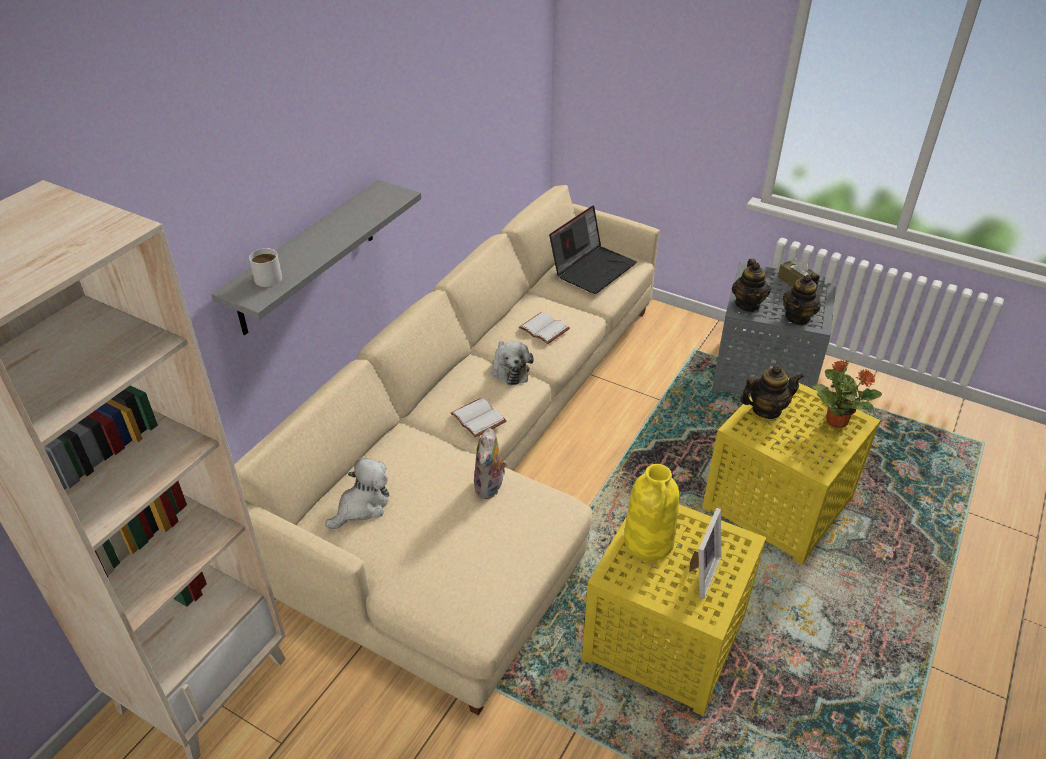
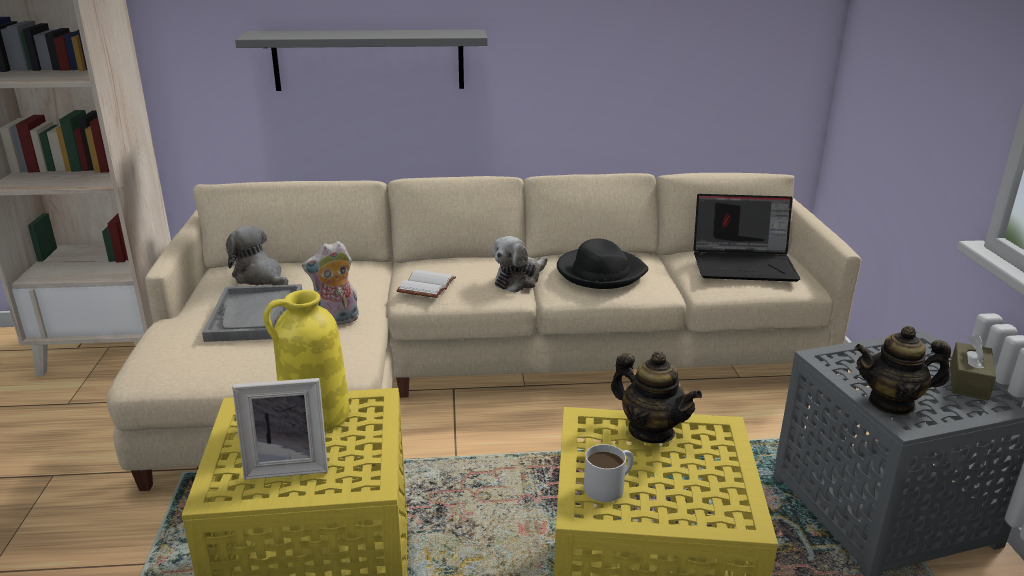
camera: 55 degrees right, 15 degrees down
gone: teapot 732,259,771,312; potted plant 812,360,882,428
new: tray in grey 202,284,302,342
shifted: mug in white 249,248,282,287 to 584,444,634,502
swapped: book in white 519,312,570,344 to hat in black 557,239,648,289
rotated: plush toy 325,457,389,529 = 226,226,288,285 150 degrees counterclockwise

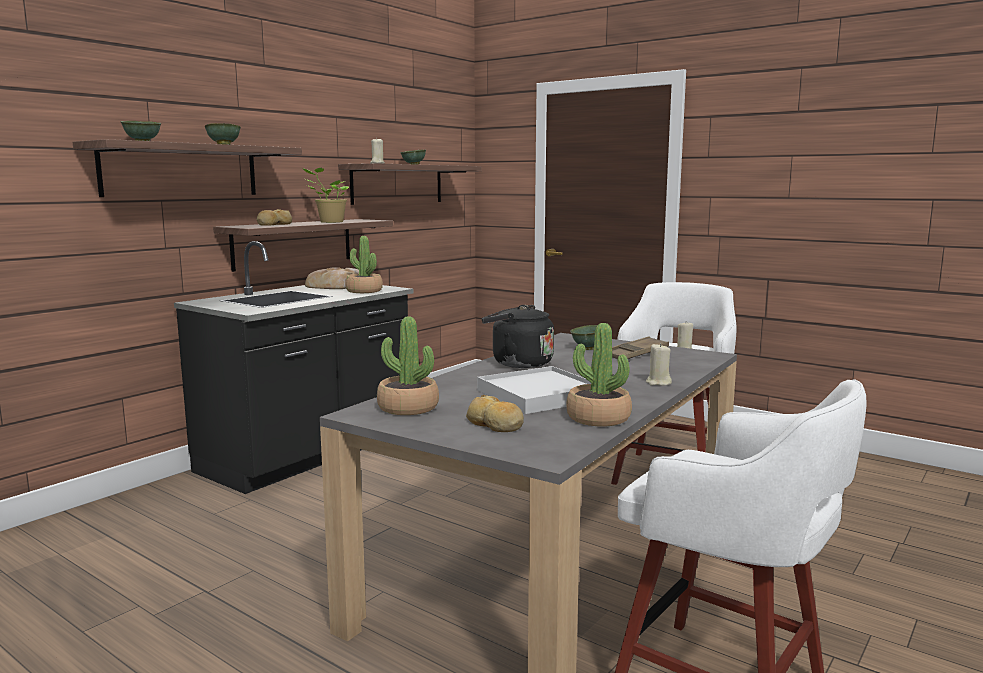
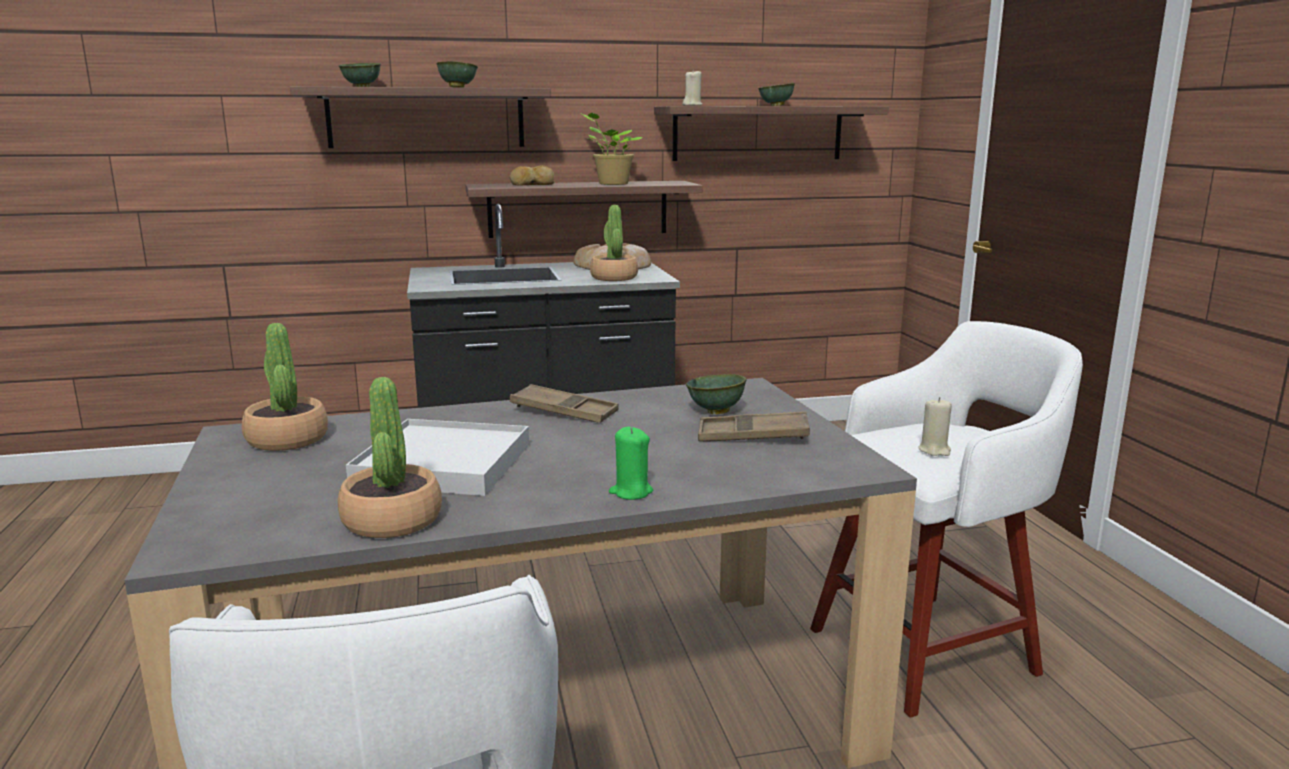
camera: 40 degrees right, 5 degrees up
gone: bread 466,395,524,432
swapped: kettle in black 482,305,554,368 to tray in brown 510,384,619,423
repainted: candle in beige 646,343,672,386 to candle in green 609,427,653,500

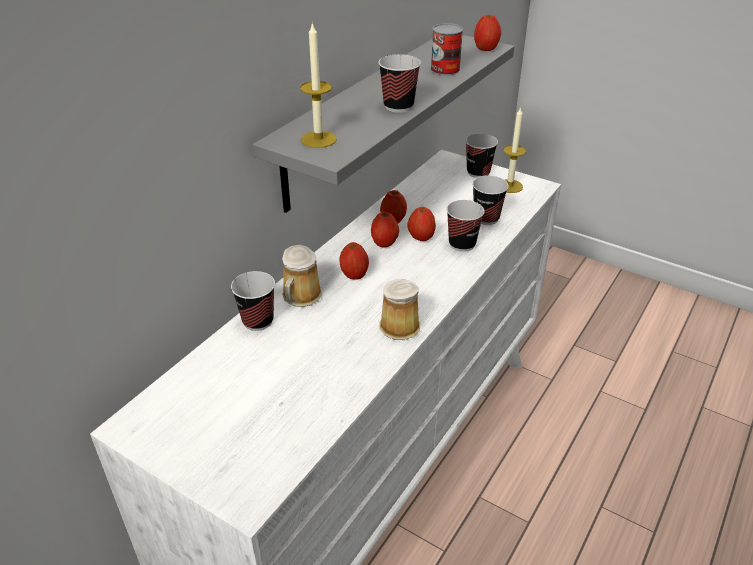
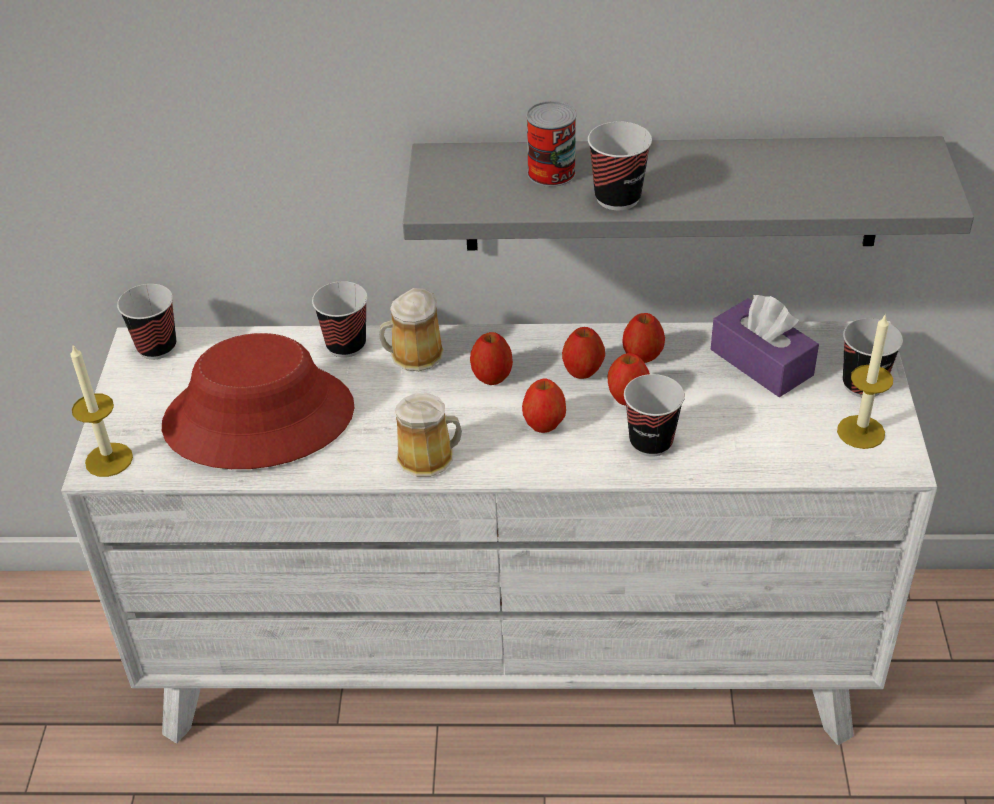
camera: 60 degrees right, 5 degrees up
new: hat in red 162,333,354,469; tissue box in purple 711,294,819,397
shifted: candle 300,22,337,148 to 70,345,133,477; can 431,23,463,76 to 526,101,576,187; cup 472,176,509,225 to 117,284,176,359; apple 474,15,501,51 to 522,379,566,433

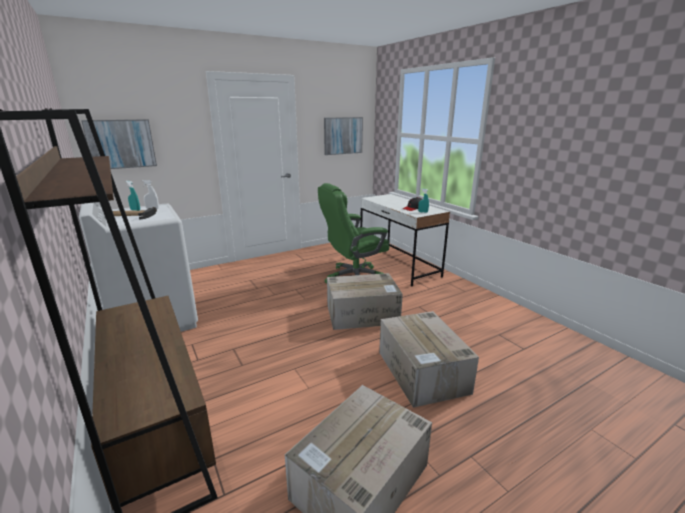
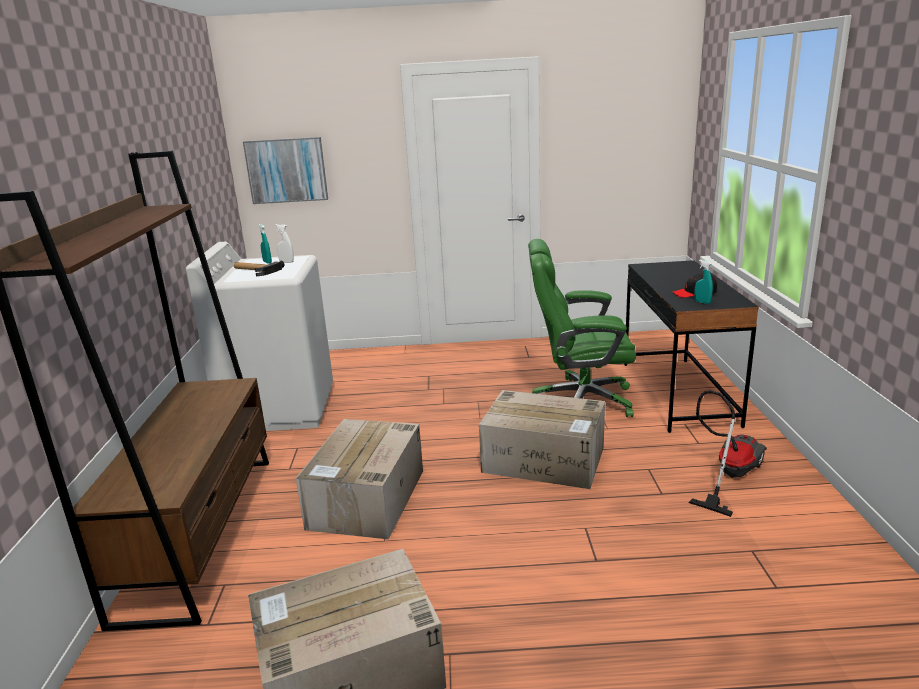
camera: 30 degrees right, 0 degrees up
gone: picture 324,117,363,155
new: vacuum cleaner 688,390,767,517
shifted: cardboard box 379,311,479,408 to 296,419,423,539
repainted: desk in white 360,194,450,286 to desk in black 624,260,759,433

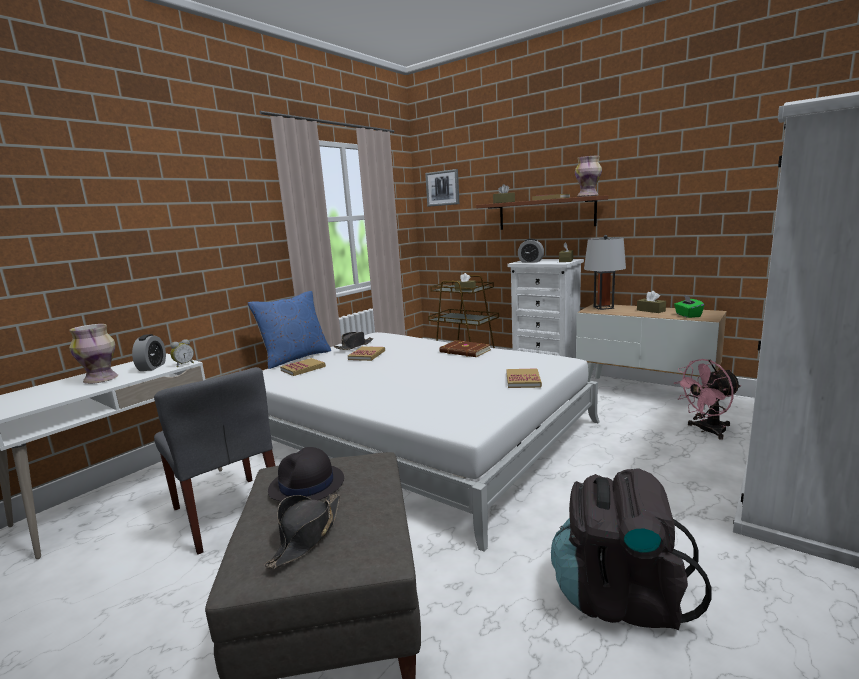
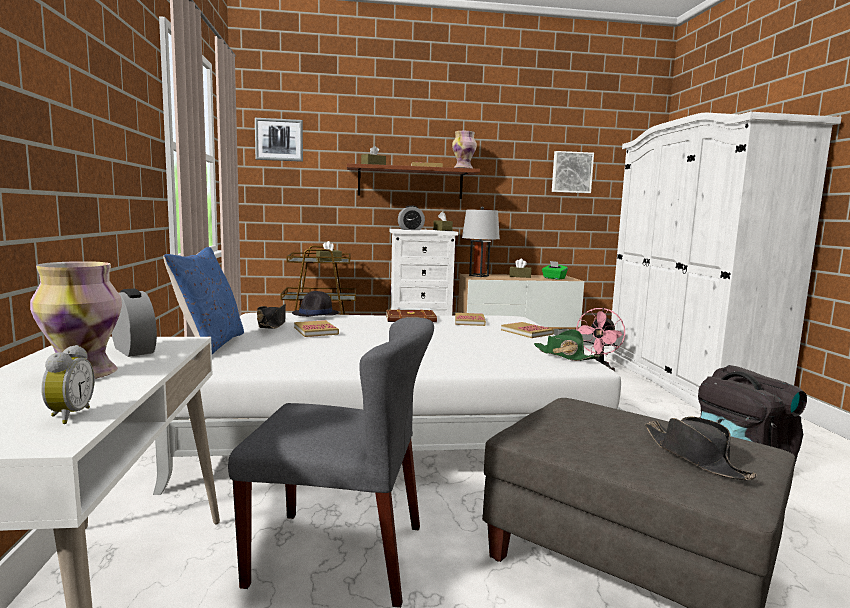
camera: 45 degrees left, 5 degrees down
new: hat in green 534,330,600,361; picture 552,151,594,193
shifted: alarm clock 170,339,194,367 to 41,345,95,424; hat in black 268,447,344,501 to 292,291,339,317; book 280,358,326,376 to 455,313,486,326

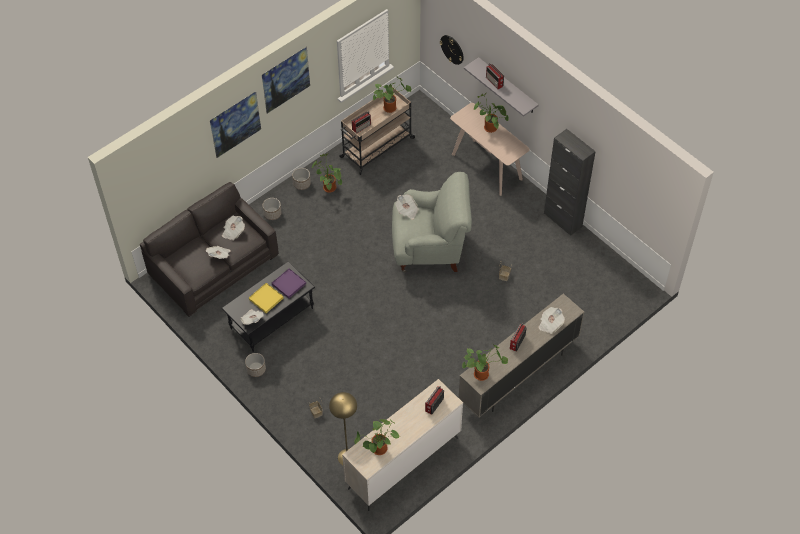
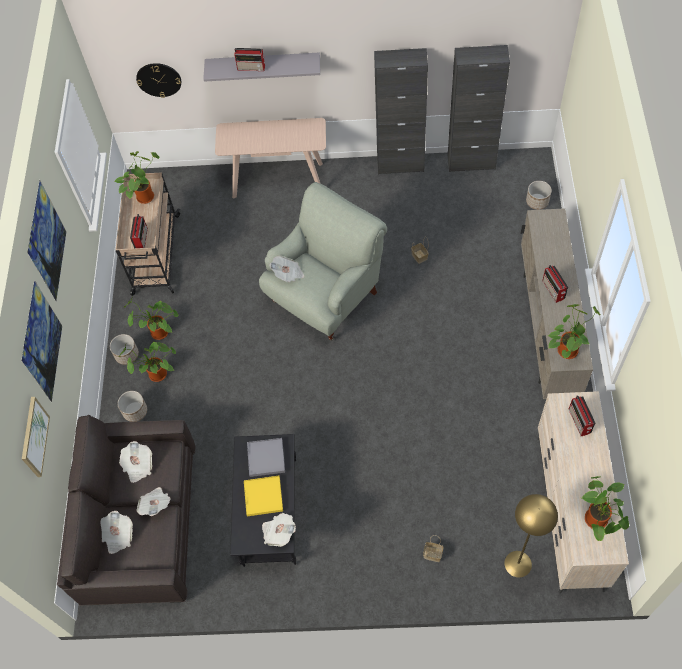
camera: 45 degrees left, 5 degrees up
new: picture 22,397,50,477; cabinet in black 448,45,510,172
shifted: planter 245,353,266,377 to 526,181,552,210; potted plant 474,93,509,133 to 119,342,176,382; newspaper 538,307,565,334 to 101,511,133,554
repainted: tray in purple 272,268,306,299 to tray in grey 247,438,285,477

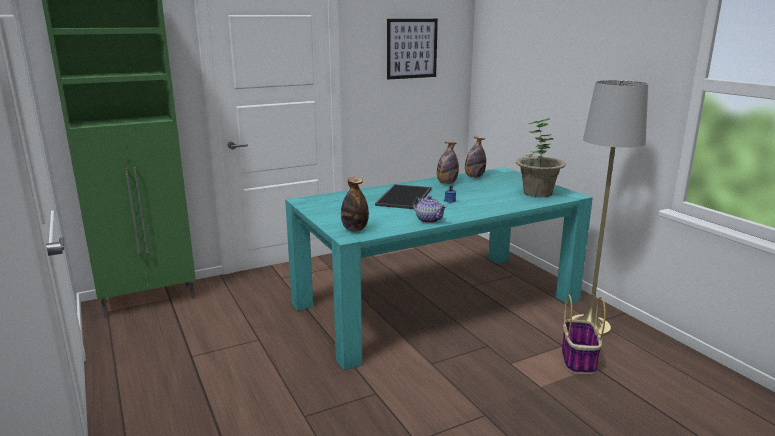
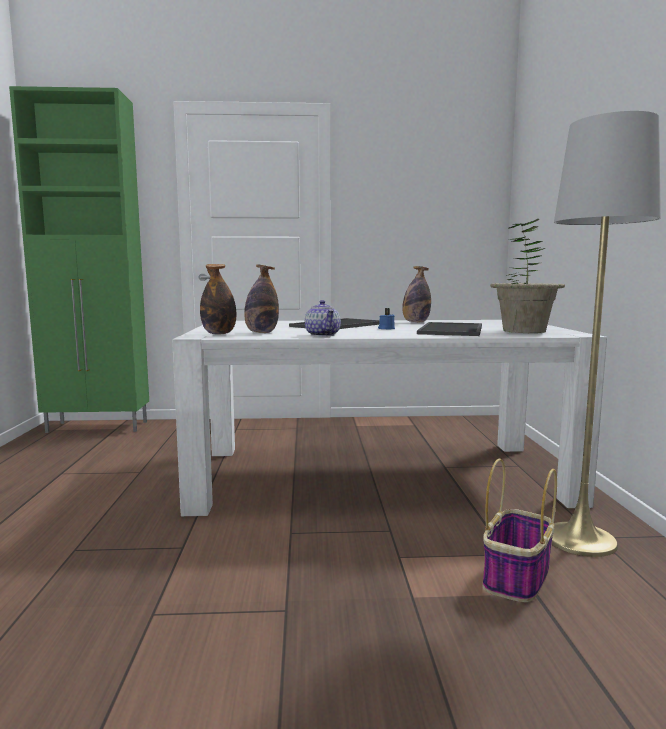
camera: 25 degrees right, 10 degrees down
gone: picture 387,19,438,80
new: tray 417,322,482,336
shifted: bottle 465,137,486,178 to 244,264,279,333
repainted: dining table in turquoise 285,167,593,370 to dining table in white 172,320,607,516

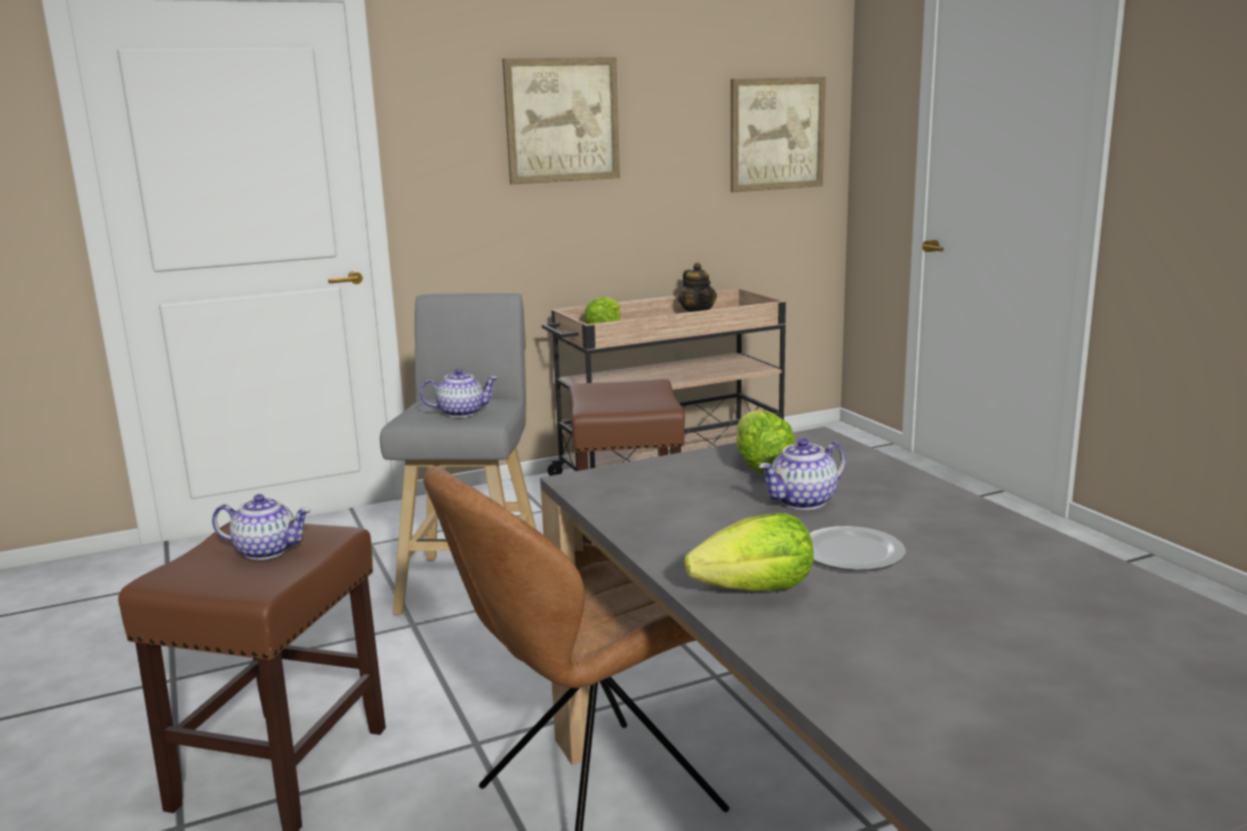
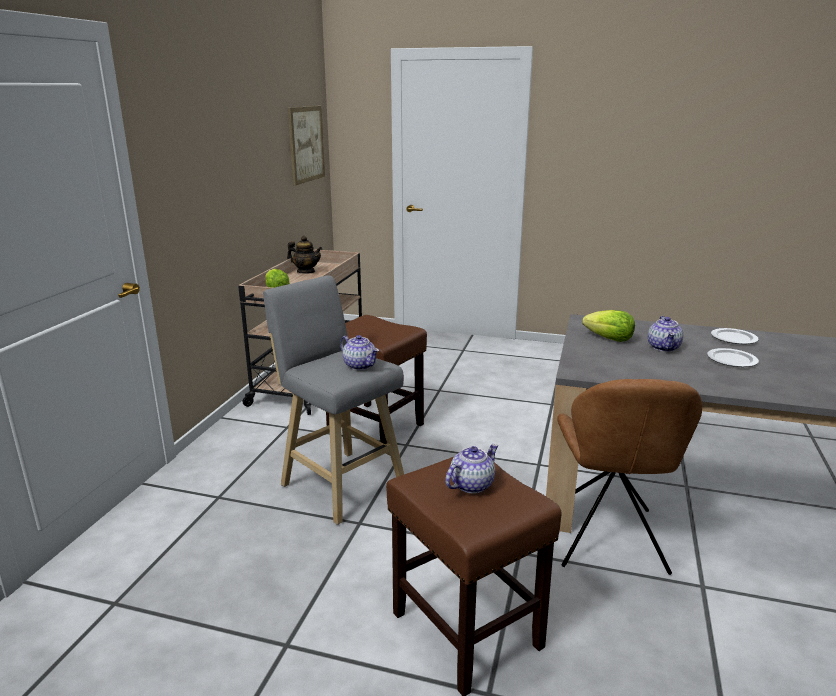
camera: 50 degrees left, 5 degrees up
gone: picture 502,57,620,185; lettuce 684,513,814,591
new: plate 711,328,759,344
rotated: teapot 420,369,498,417 = 340,335,379,370 105 degrees clockwise

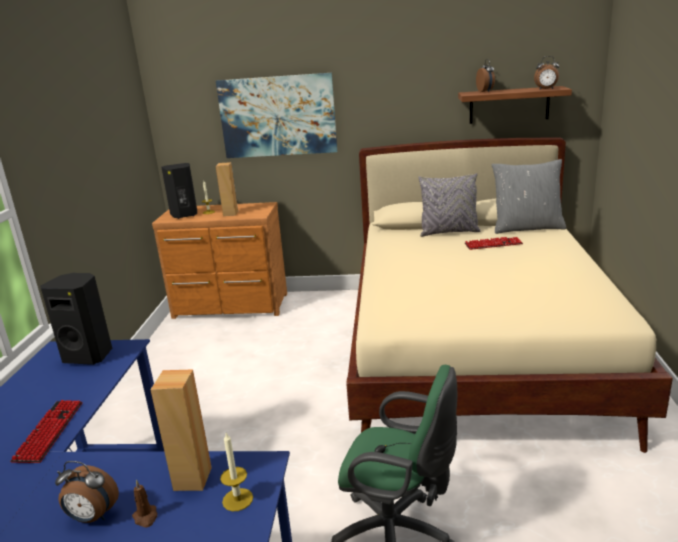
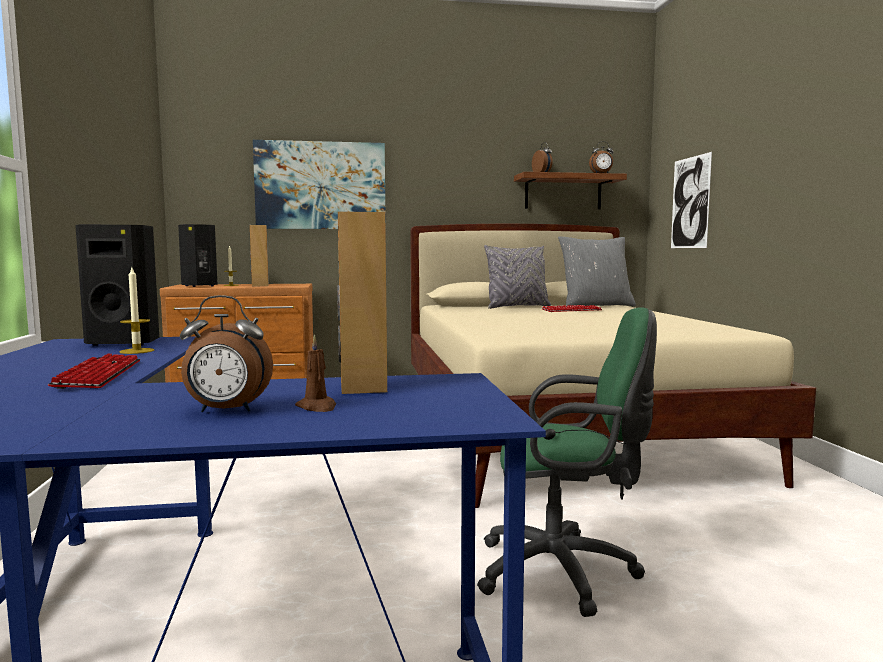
camera: 15 degrees left, 15 degrees down
new: picture 671,152,712,248
shifted: candle 220,433,253,511 to 119,268,154,354

